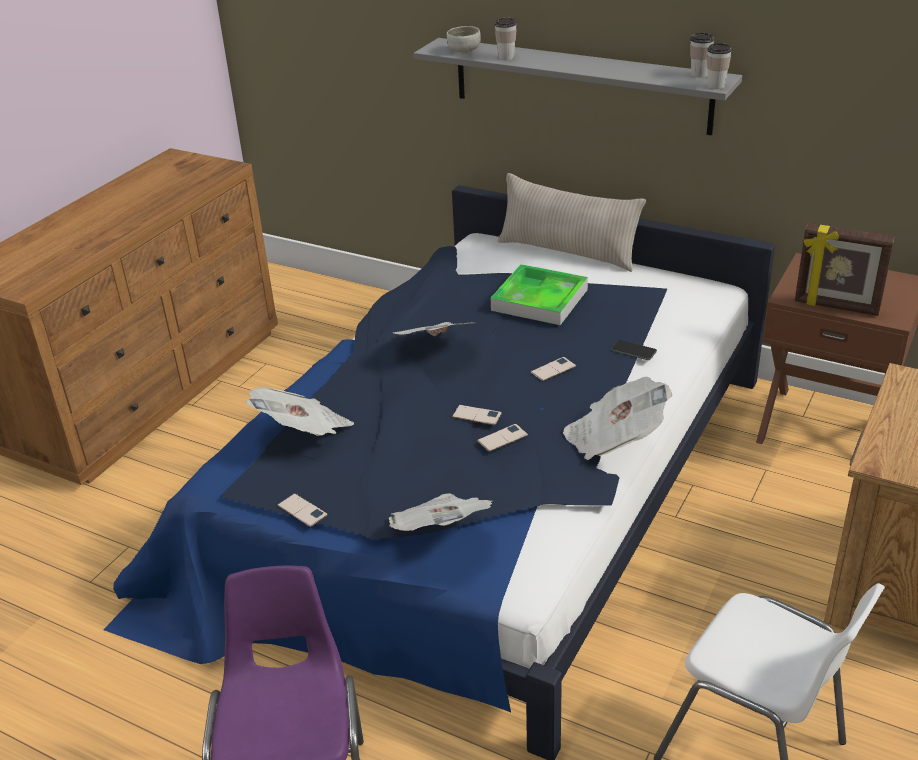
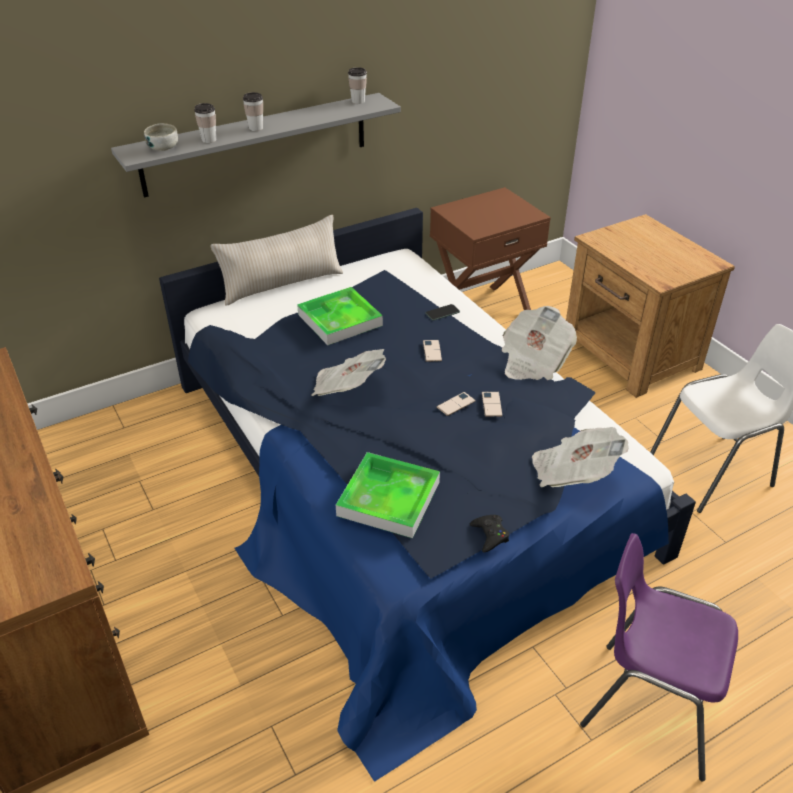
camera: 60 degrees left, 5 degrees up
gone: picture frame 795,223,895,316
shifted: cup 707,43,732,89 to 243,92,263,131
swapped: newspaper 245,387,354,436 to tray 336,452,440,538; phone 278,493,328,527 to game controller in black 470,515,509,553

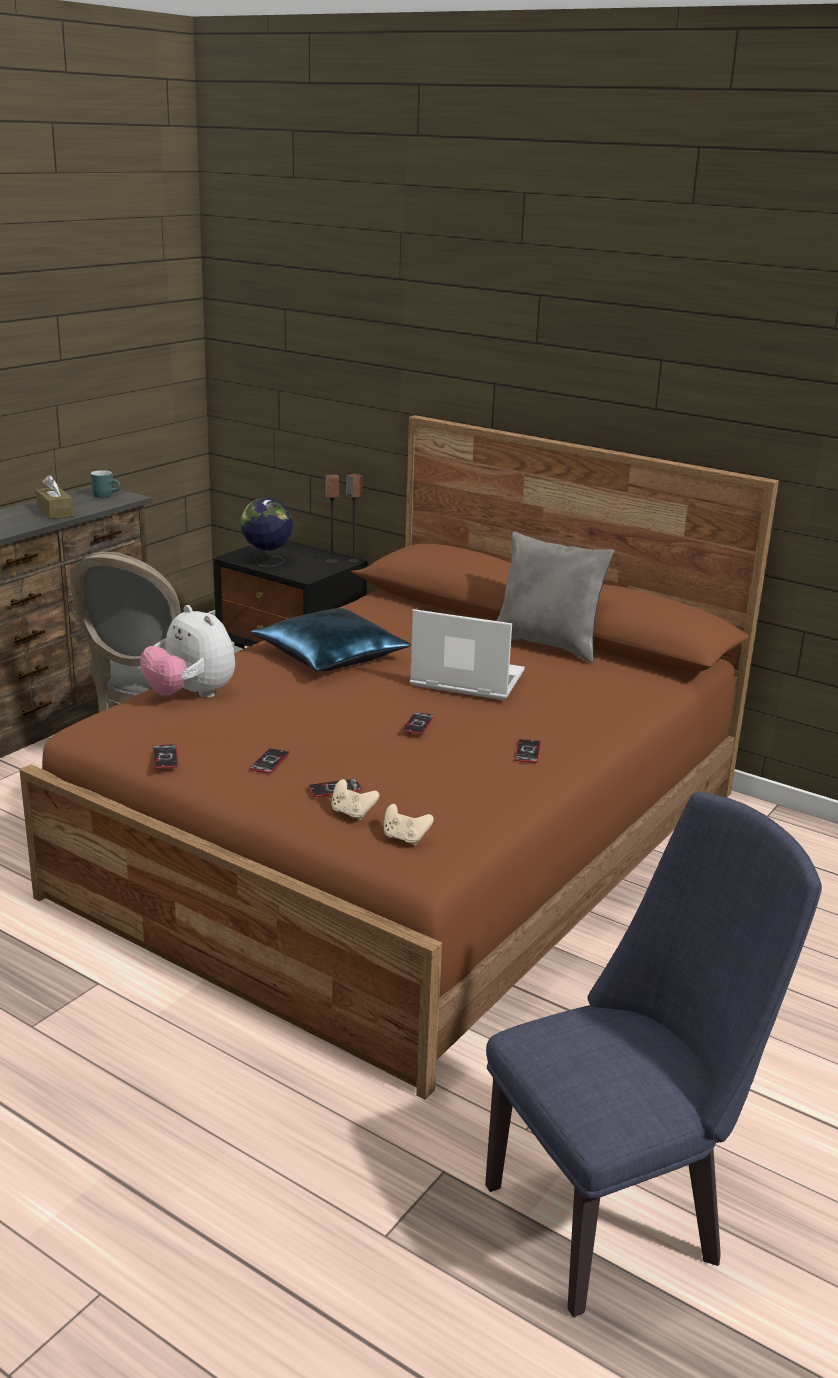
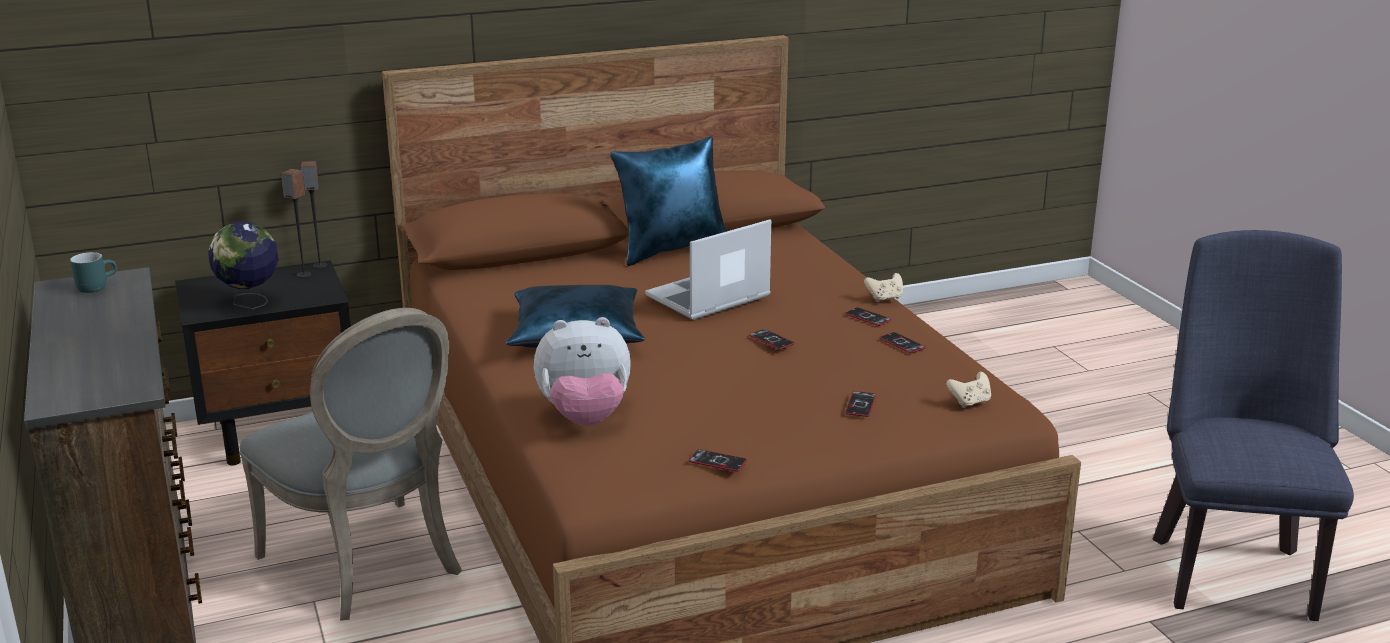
camera: 55 degrees left, 0 degrees up
gone: tissue box in brown 36,475,74,519
shifted: phone 249,748,290,774 to 879,332,926,353; game controller in beige 331,779,379,820 to 864,273,903,302
repainted: pillow in grey 496,532,614,663 to pillow in blue 610,136,727,266

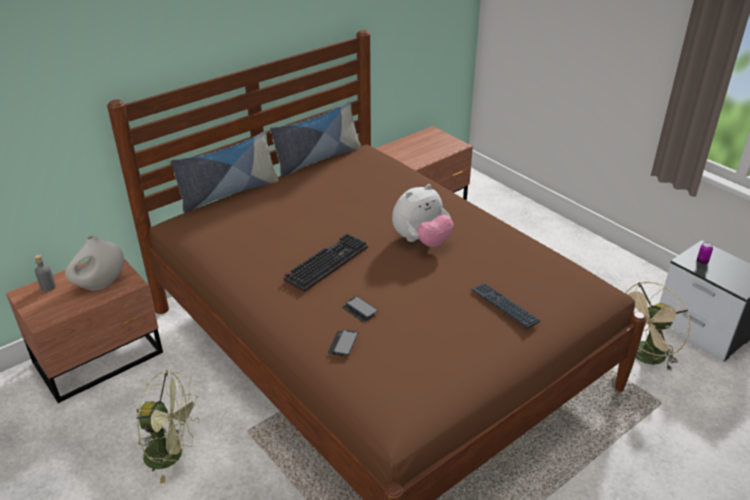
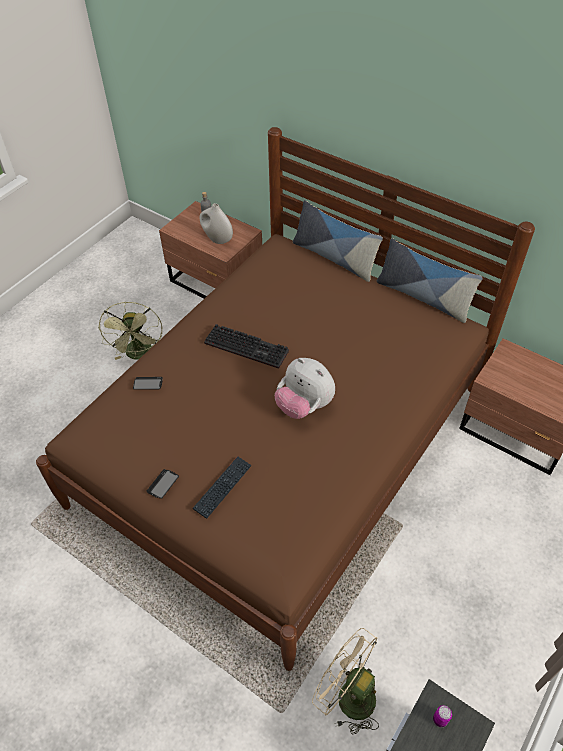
camera: 75 degrees right, 15 degrees up
shifted: phone 342,296,378,322 to 147,469,179,499

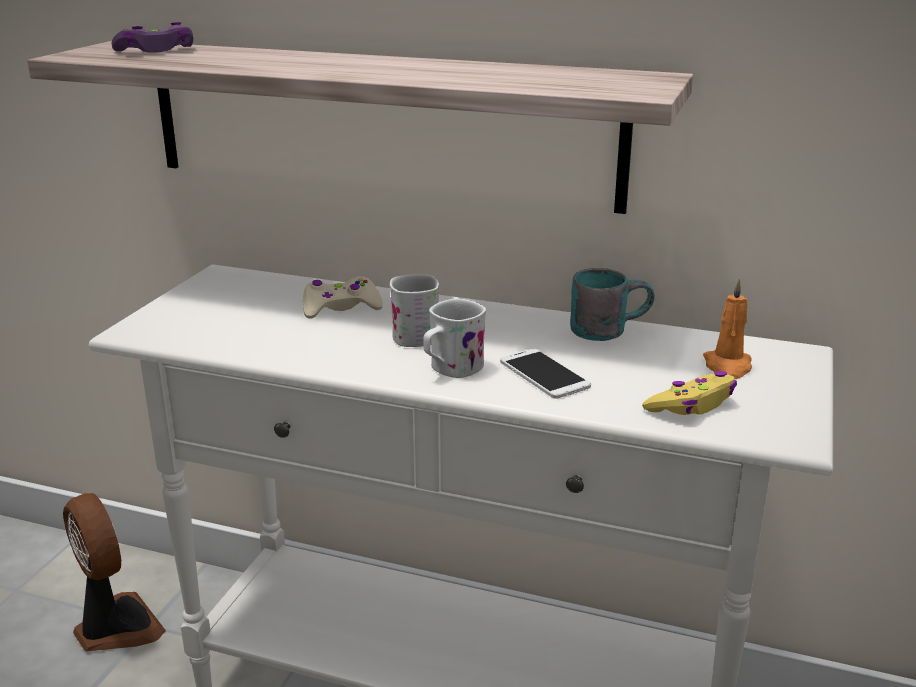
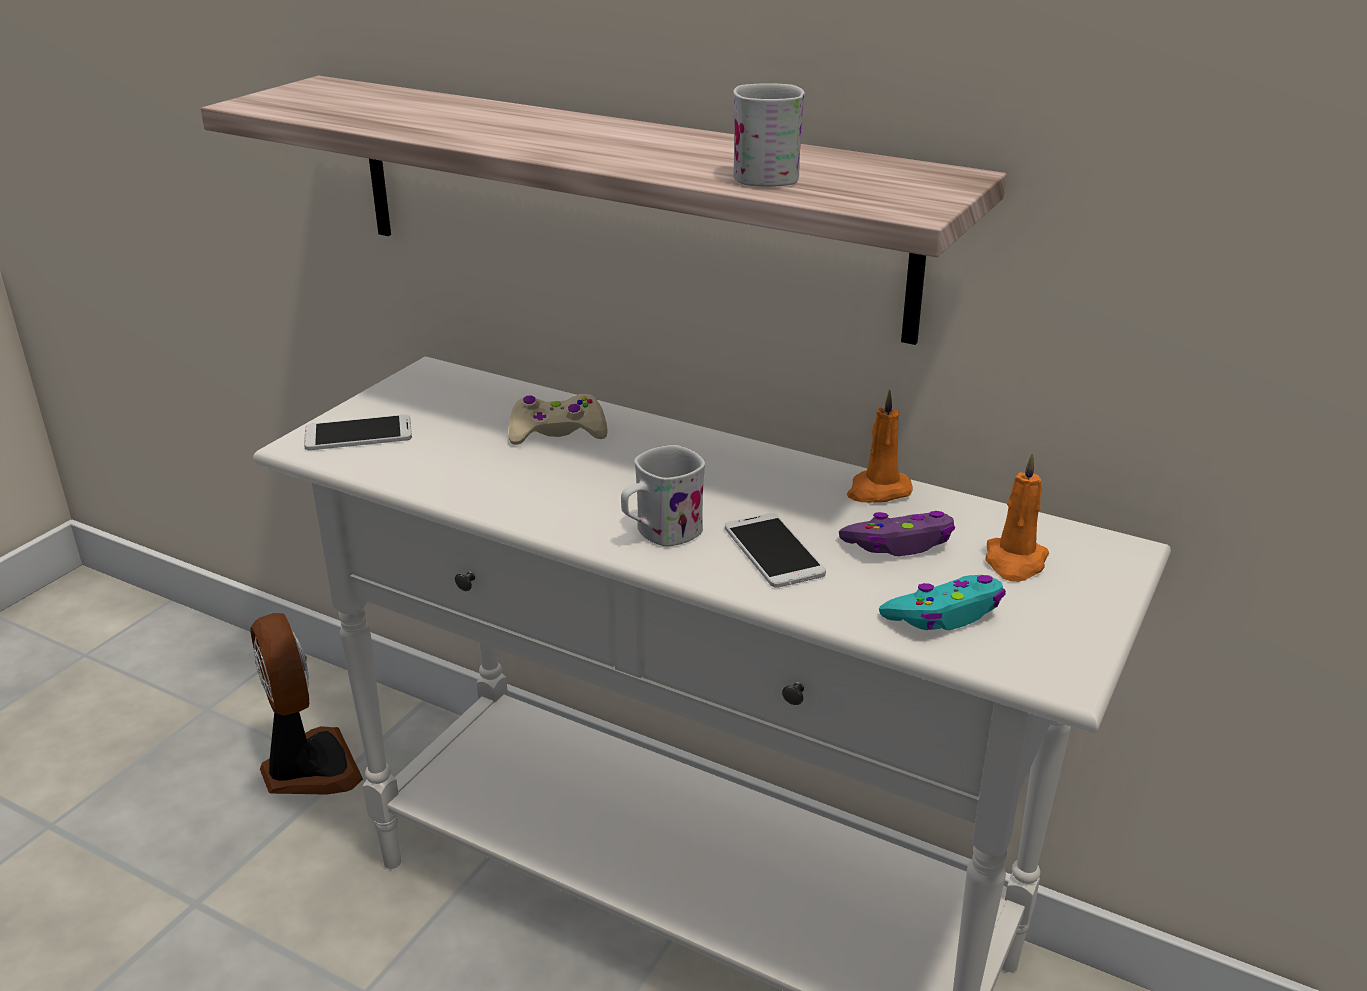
camera: 10 degrees right, 5 degrees up
new: phone 304,414,412,450
shifted: game controller in purple 112,22,193,52 to 839,511,955,556; mug in white 390,274,439,347 to 733,83,805,187
swapped: mug in turquoise 570,268,655,341 to candle in orange 847,389,913,503
repainted: game controller in yellow 642,371,737,415 to game controller in turquoise 879,575,1006,630

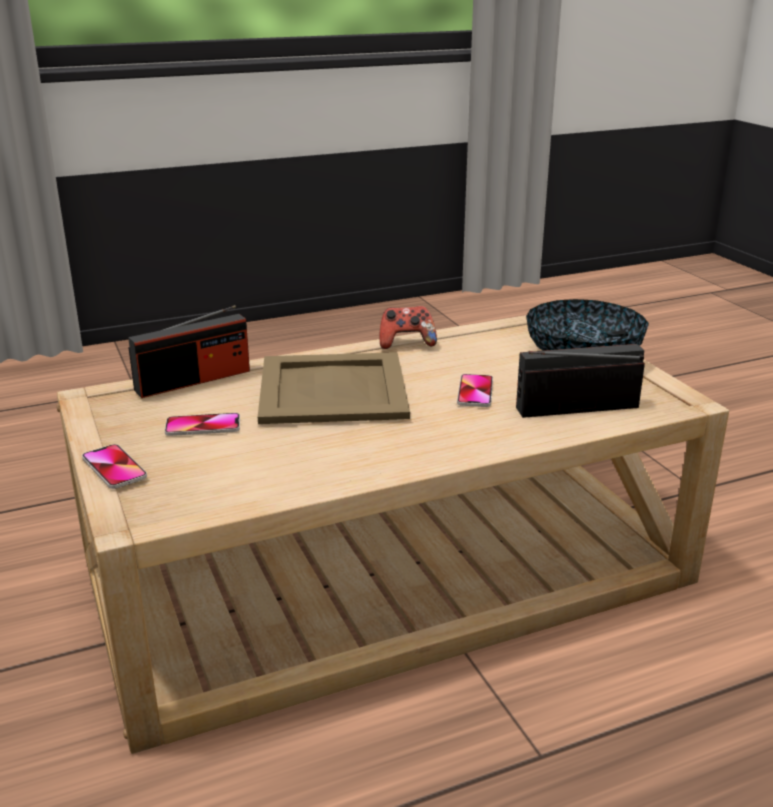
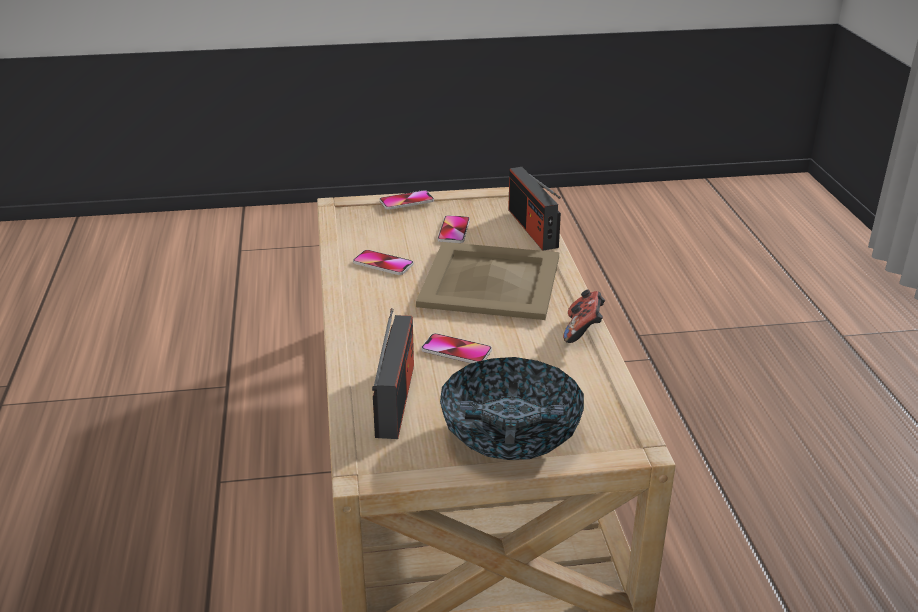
camera: 105 degrees right, 5 degrees up
new: phone 353,250,414,275

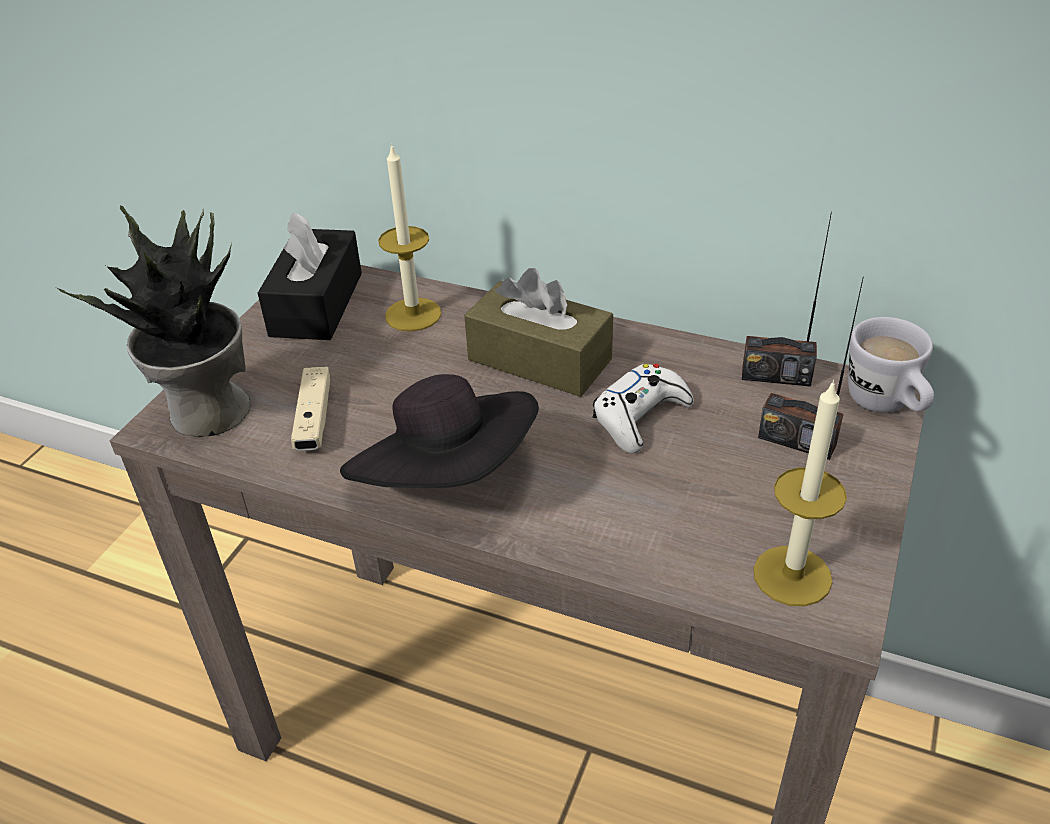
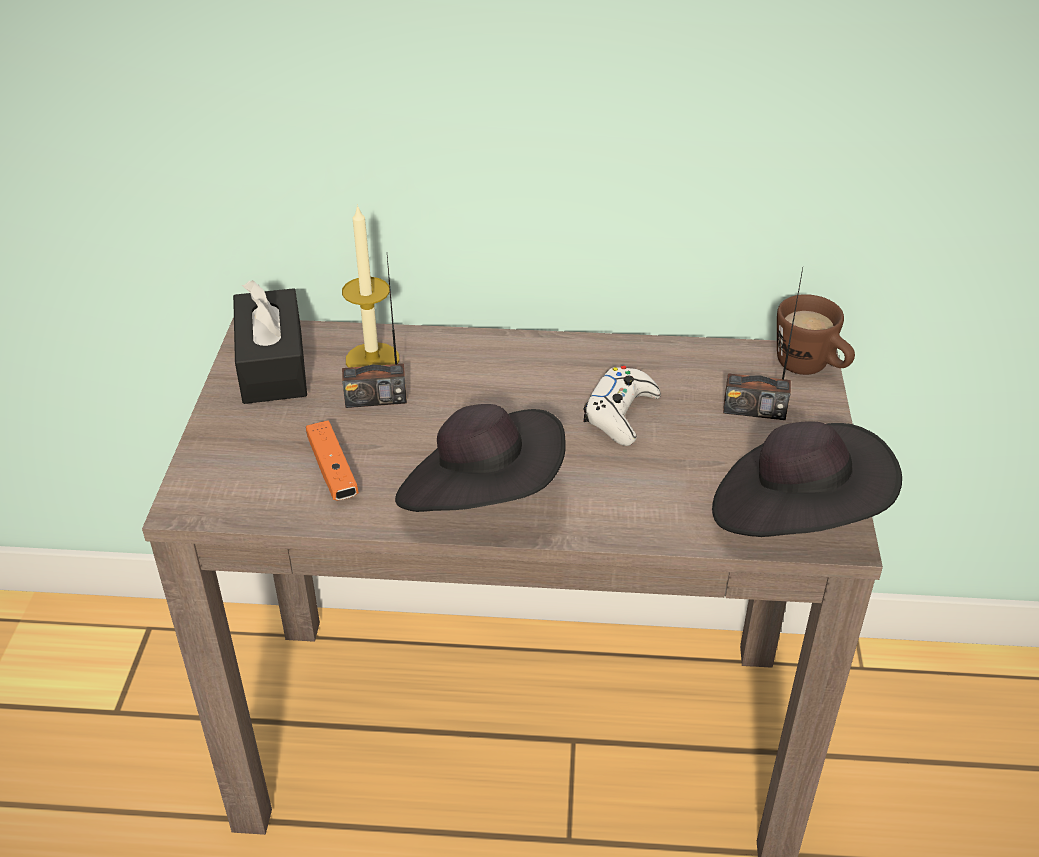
camera: 20 degrees left, 0 degrees up
gone: potted plant 56,205,250,437; tissue box in brown 464,268,613,397
shifted: radio 742,211,832,387 to 342,256,407,408
swapped: candle 753,379,847,606 to hat in black 712,421,902,537
repainted: game controller in beige 291,367,330,451 to game controller in orange 306,421,359,500; mug in white 848,317,934,413 to mug in brown 777,294,855,375

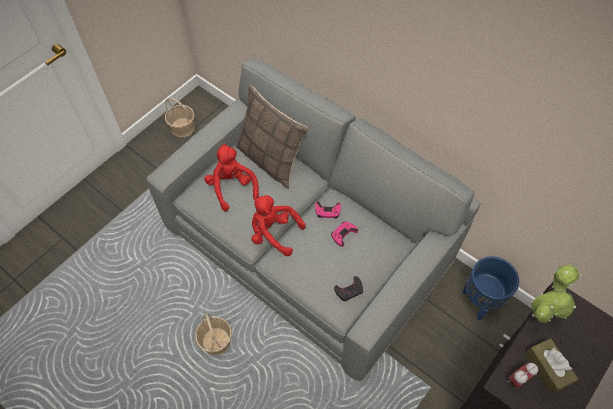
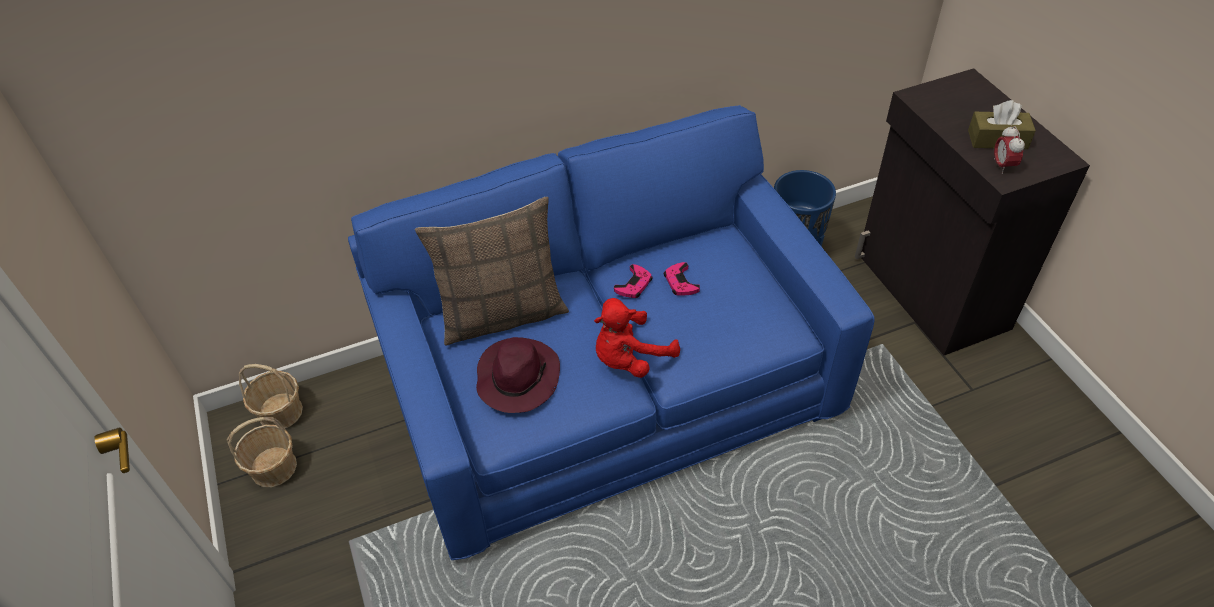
camera: 60 degrees left, 10 degrees down
gone: game controller in black 334,276,363,301; potted plant 530,264,582,323
shifted: basket 195,313,232,355 to 239,364,303,429
swapped: plush toy in red 204,143,259,211 to hat in purple 476,337,560,413
repainted: sofa in grey 146,57,481,382 to sofa in blue 348,105,875,560

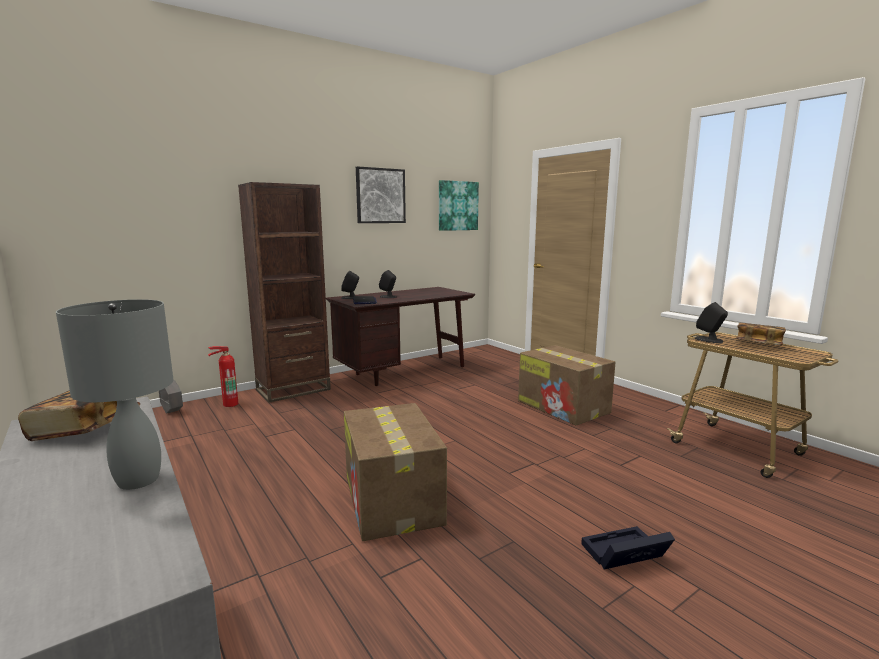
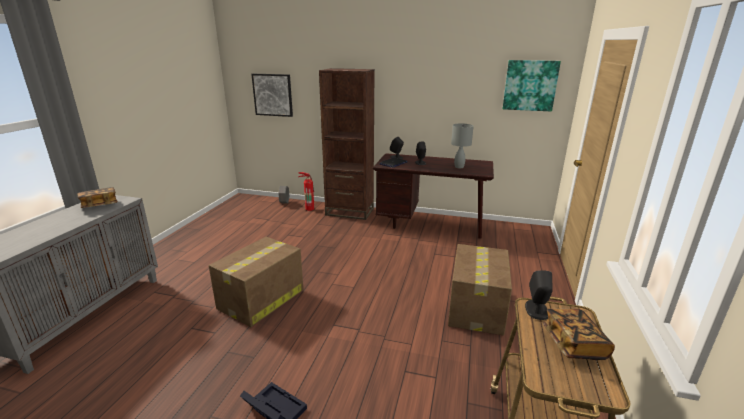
camera: 50 degrees right, 10 degrees up
shifted: table lamp in grey 56,299,173,490 to 451,123,474,168; picture 356,166,406,223 to 251,74,293,117

